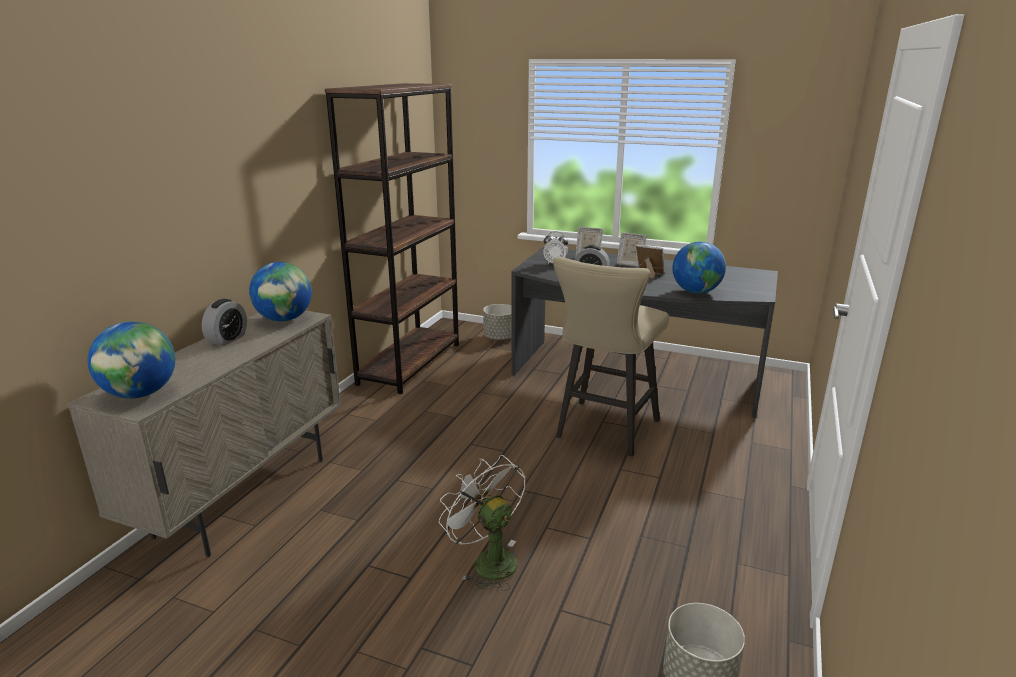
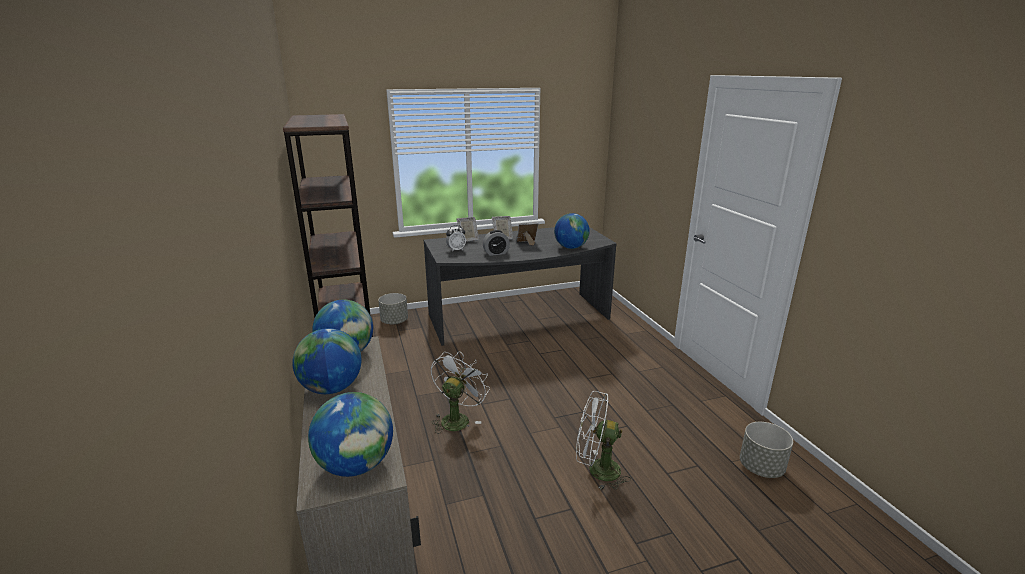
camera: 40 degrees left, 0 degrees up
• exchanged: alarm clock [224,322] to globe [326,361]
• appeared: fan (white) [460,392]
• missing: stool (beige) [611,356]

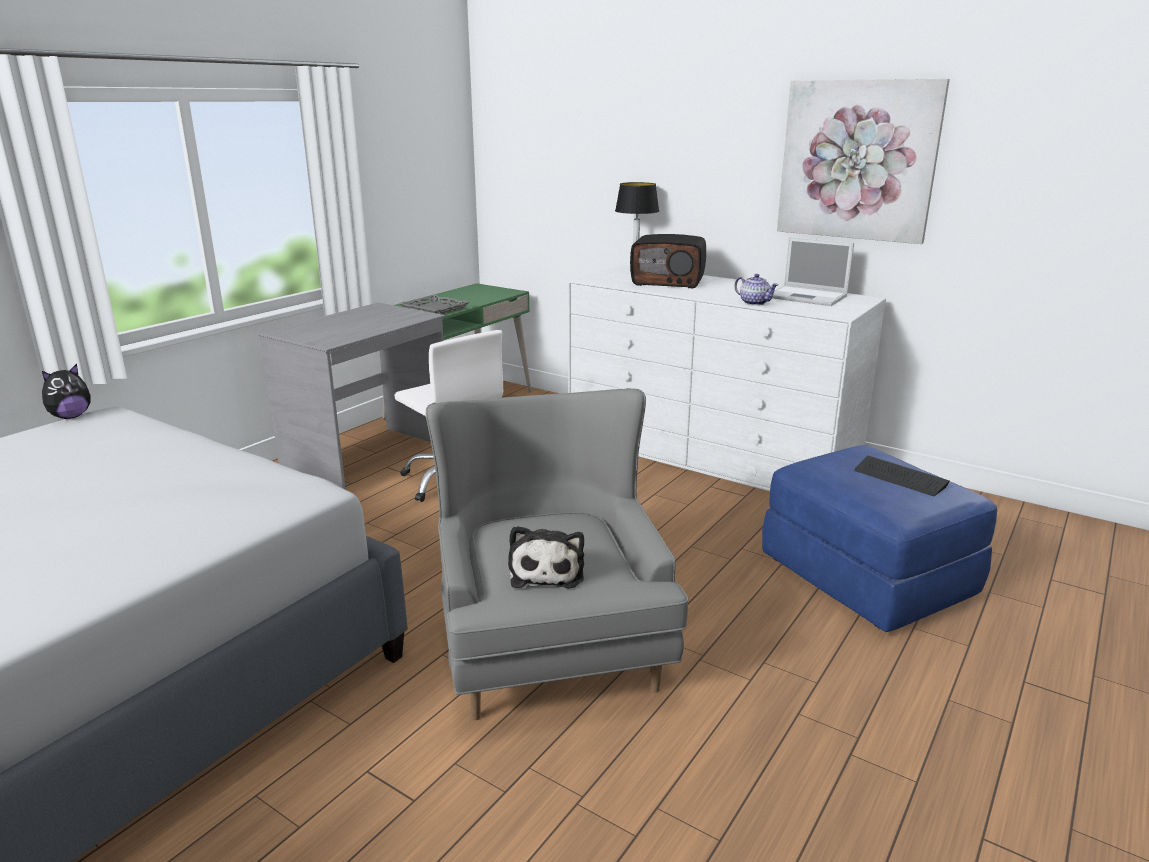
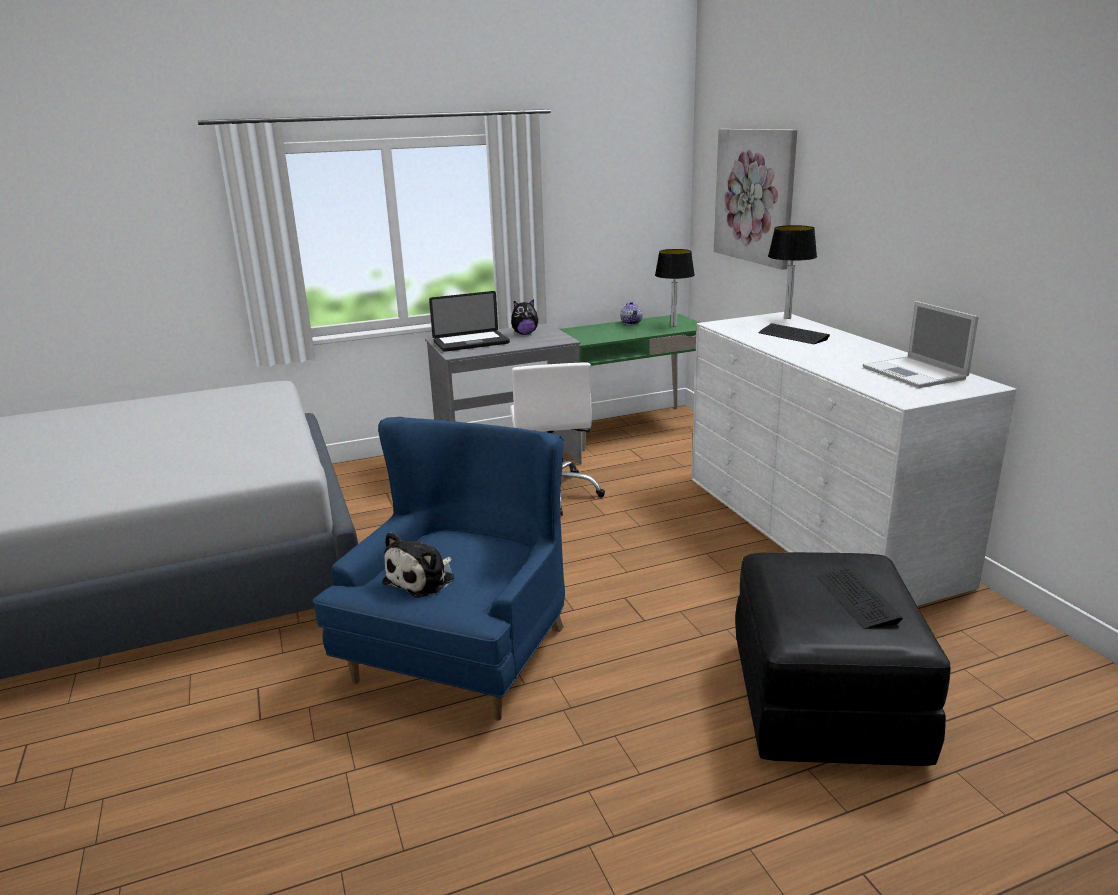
camera: 35 degrees right, 0 degrees up
• colour: armchair (grey) [557,554] to armchair (blue) [439,569]
• appeared: laptop [469,321]
• relocated: plush toy [66,391] to [524,317]
• relocated: teapot [756,290] to [631,313]
• appeared: table lamp [675,288]
• relocated: picture [863,161] to [755,199]
• colour: ottoman (blue) [879,538] to ottoman (black) [842,659]
• exchanged: radio [668,261] to keyboard [794,333]
• missing: tray (grey) [434,304]

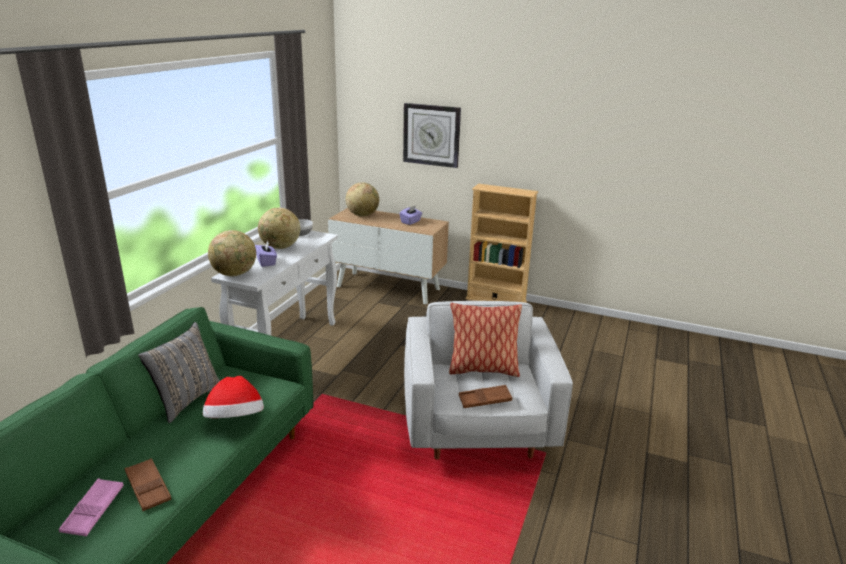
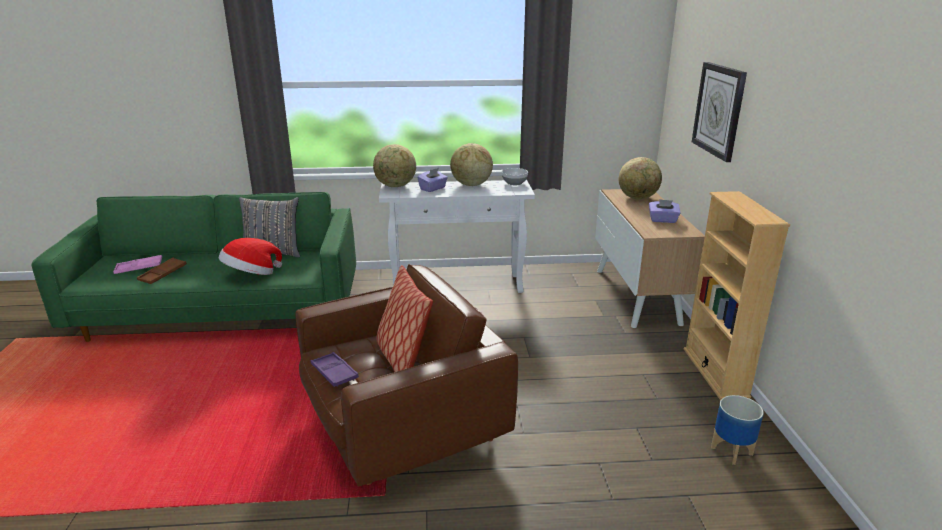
camera: 65 degrees right, 0 degrees up
• colour: armchair (white) [488,380] to armchair (brown) [406,375]
• colour: tray (brown) [485,396] to tray (purple) [335,369]
• appeared: planter [737,430]

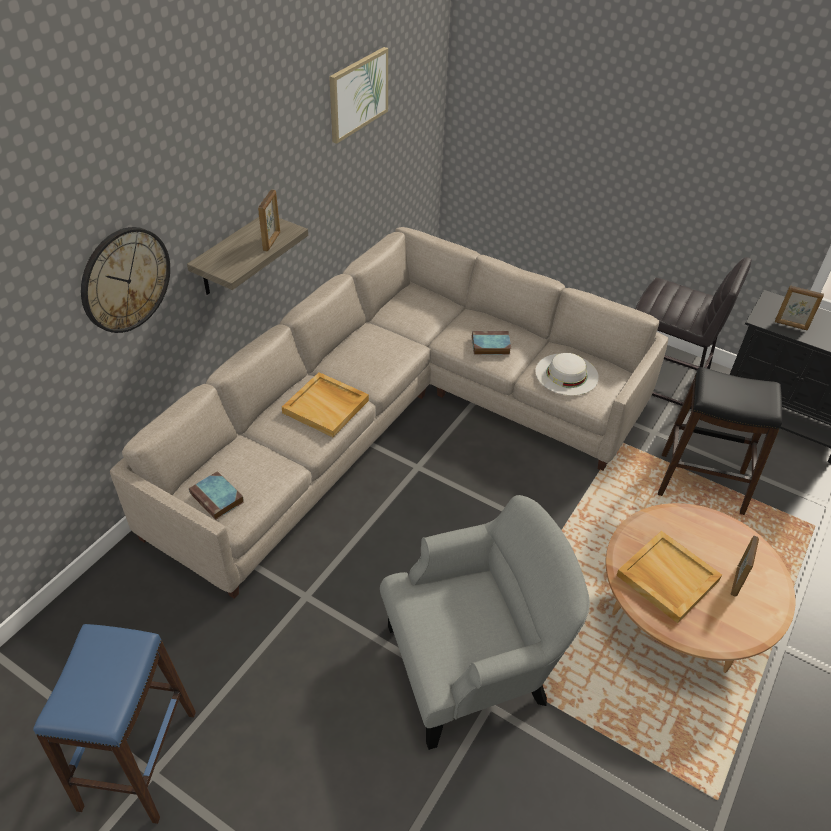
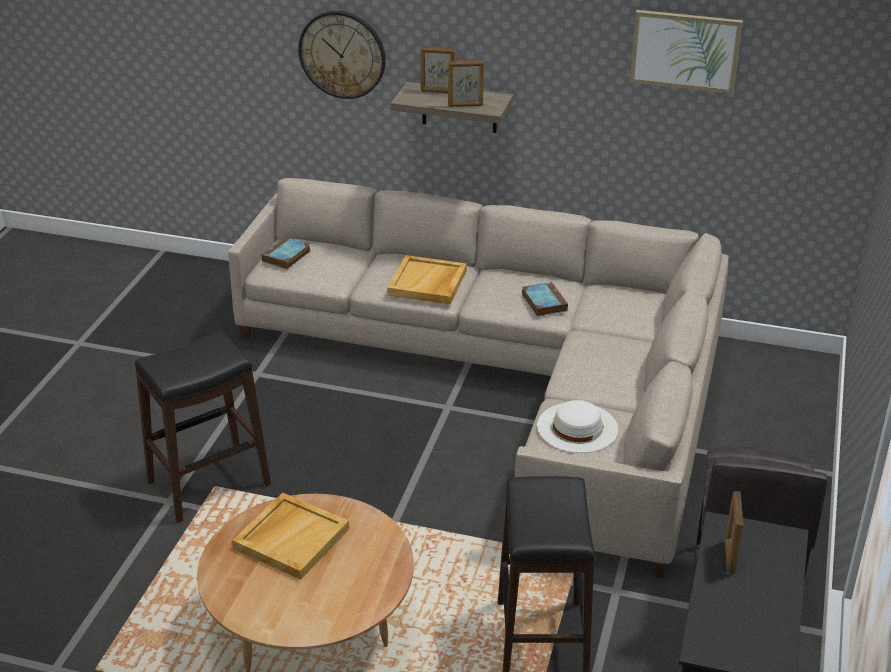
camera: 75 degrees right, 10 degrees down
• exchanged: armchair (grey) [485,622] to stool (black) [203,427]
• relocated: picture frame [745,566] to [437,69]
• relocated: book [491,343] to [545,299]
• missing: stool (blue) [114,724]

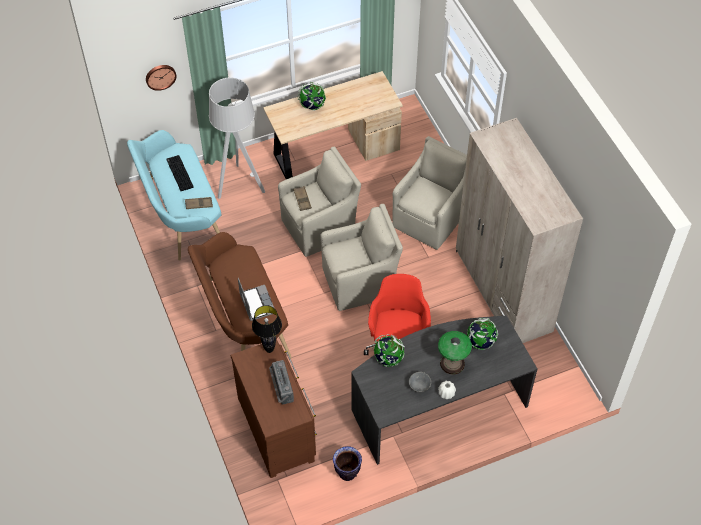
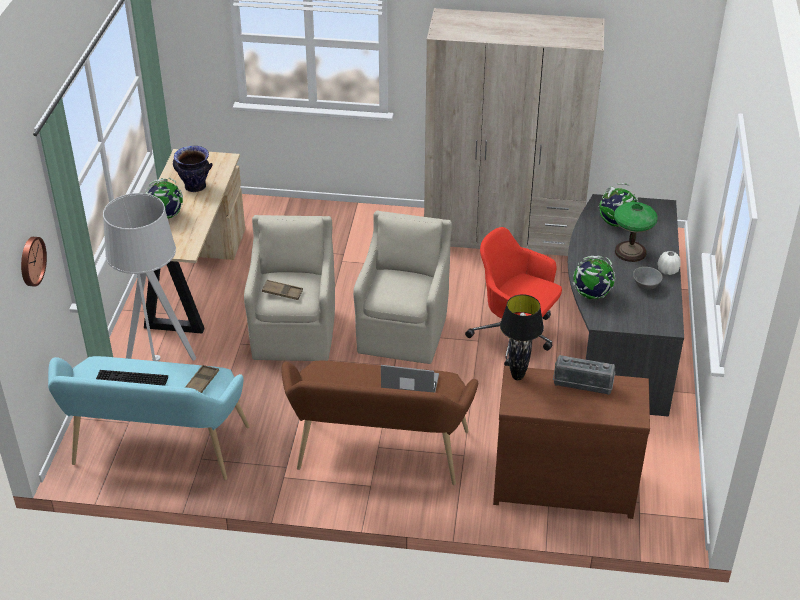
camera: 60 degrees left, 15 degrees down
• relocated: vase [347,463] to [192,169]
• missing: armchair (beige) [430,193]

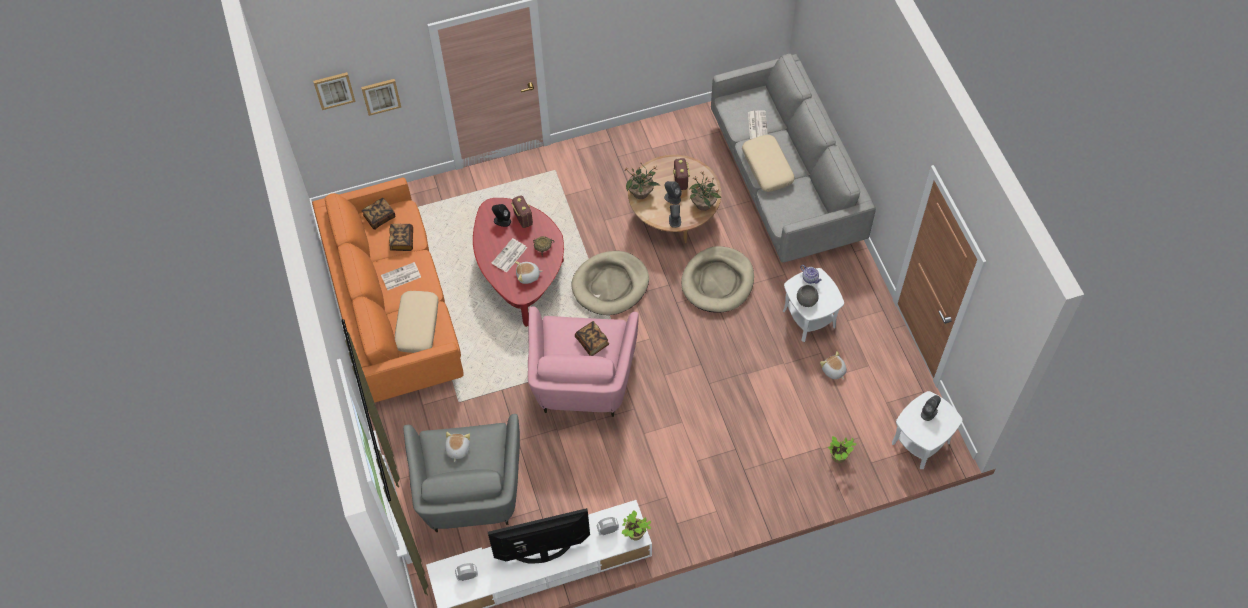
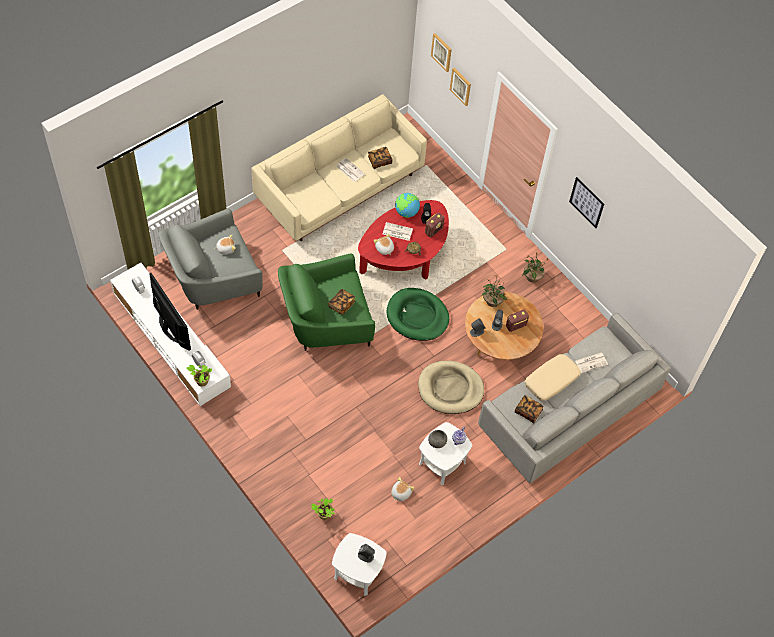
camera: 65 degrees right, 0 degrees up
• colour: sofa (orange) [388,290] to sofa (beige) [339,167]
• colour: armchair (pink) [583,362] to armchair (green) [326,302]
• colour: dog bed (beige) [610,283] to dog bed (green) [418,314]
• appeared: globe [407,205]
• relocated: book [378,214] to [529,409]
• relocated: potted plant [705,191] to [535,268]
• appeared: picture [586,202]
• missing: pillow (beige) [417,322]

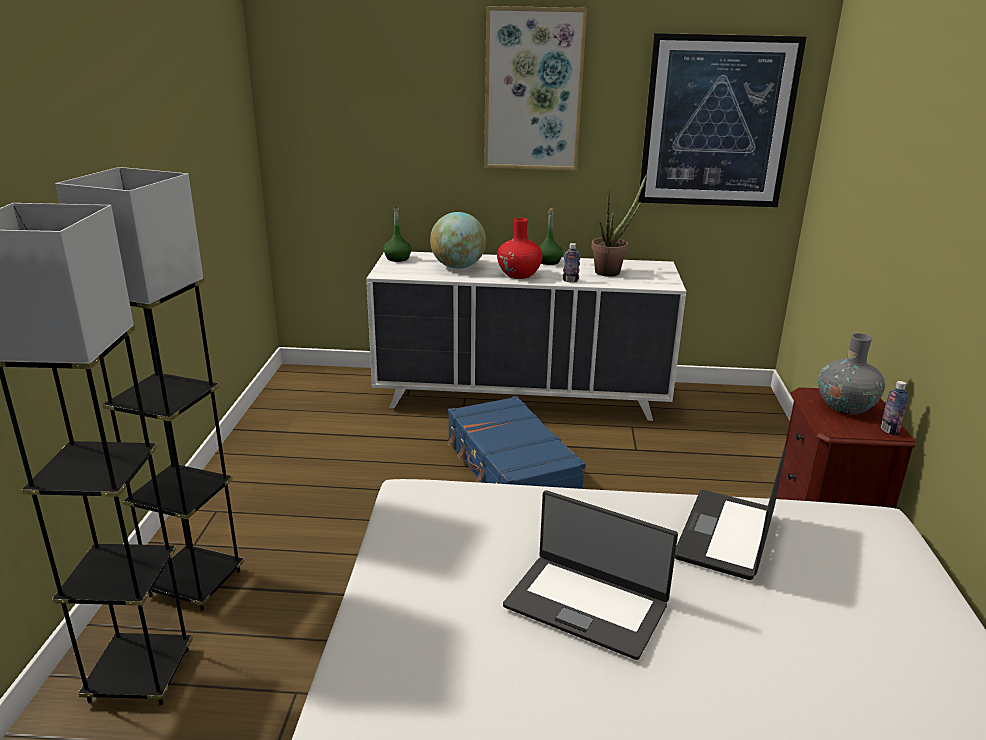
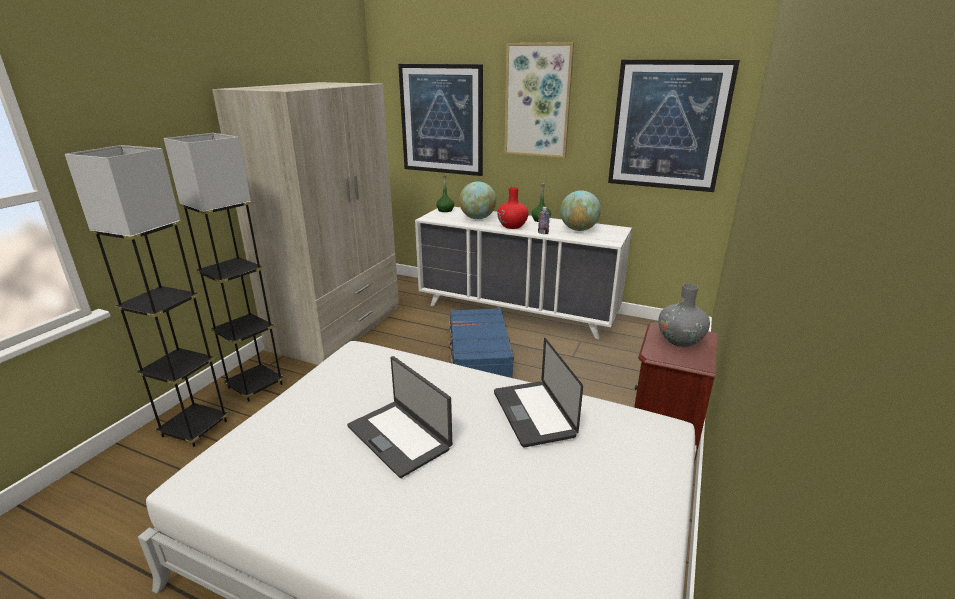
camera: 20 degrees right, 0 degrees up
• appeared: wardrobe (beige) [305,223]
• appeared: picture [440,120]
• spun: laptop [730,513] = [538,392] 60 degrees counterclockwise
• exchanged: potted plant [619,225] to globe [580,210]
• missing: bottle [894,408]

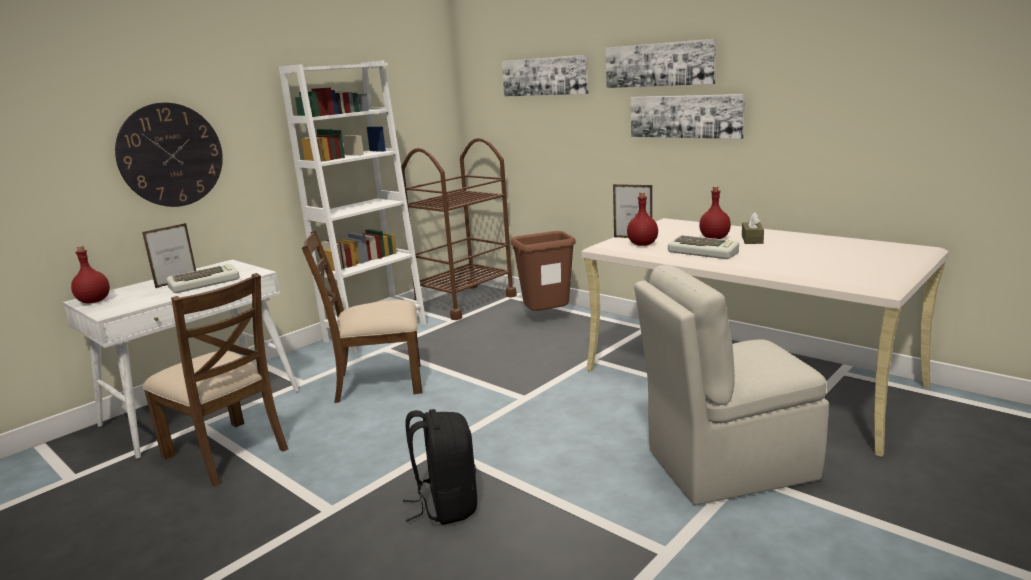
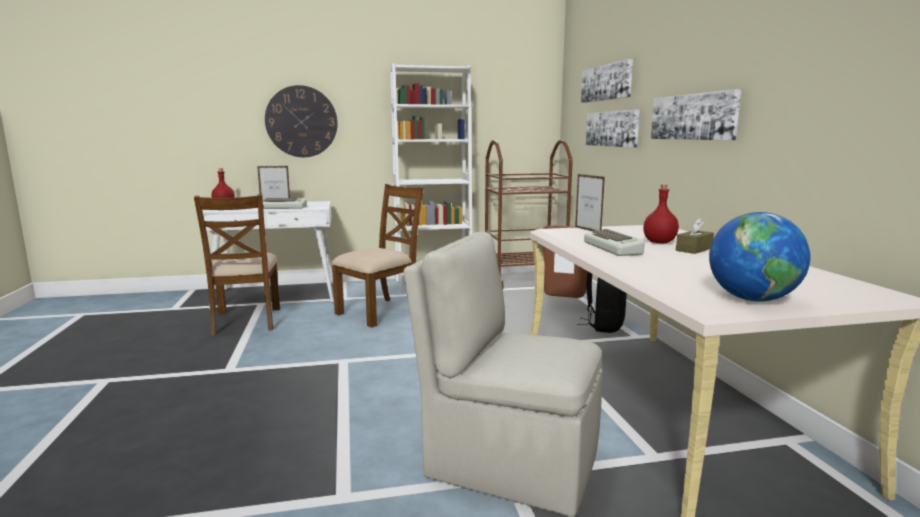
camera: 35 degrees right, 5 degrees down
• spun: chair (brown) [362,316] = [377,256] 105 degrees clockwise
• relocated: backpack (black) [440,467] to [602,302]
• relocated: picture [661,63] to [613,129]
• appeared: globe [760,257]
• missing: bottle (red) [642,219]

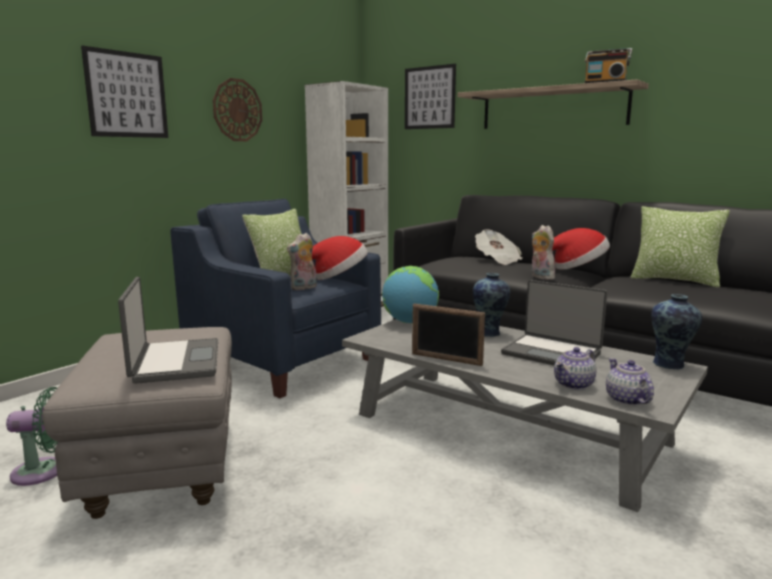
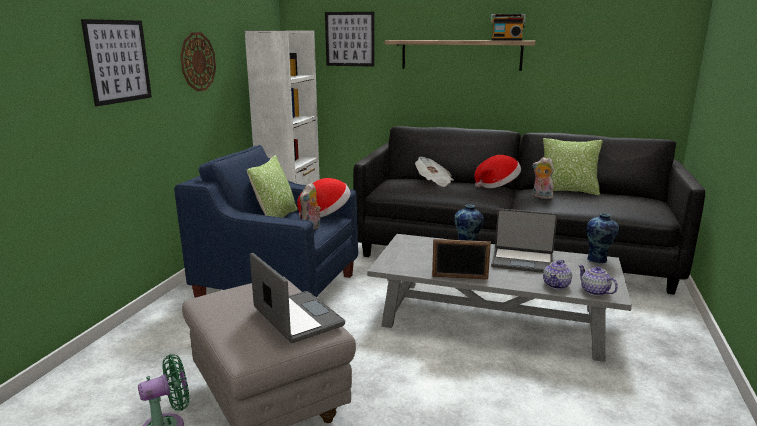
camera: 20 degrees left, 5 degrees up
• relocated: plush toy [543,252] to [543,178]
• missing: globe [410,294]

